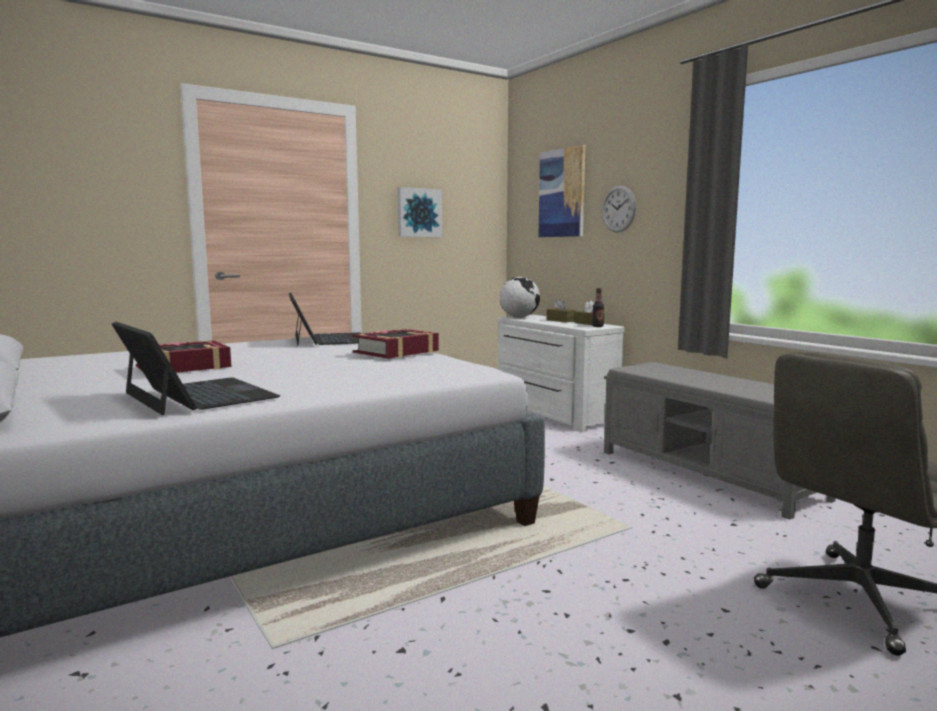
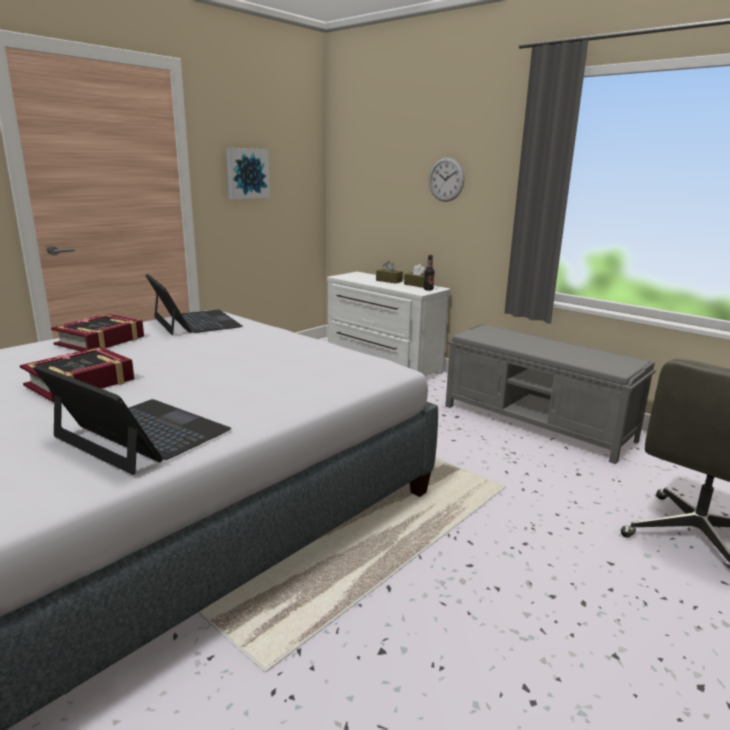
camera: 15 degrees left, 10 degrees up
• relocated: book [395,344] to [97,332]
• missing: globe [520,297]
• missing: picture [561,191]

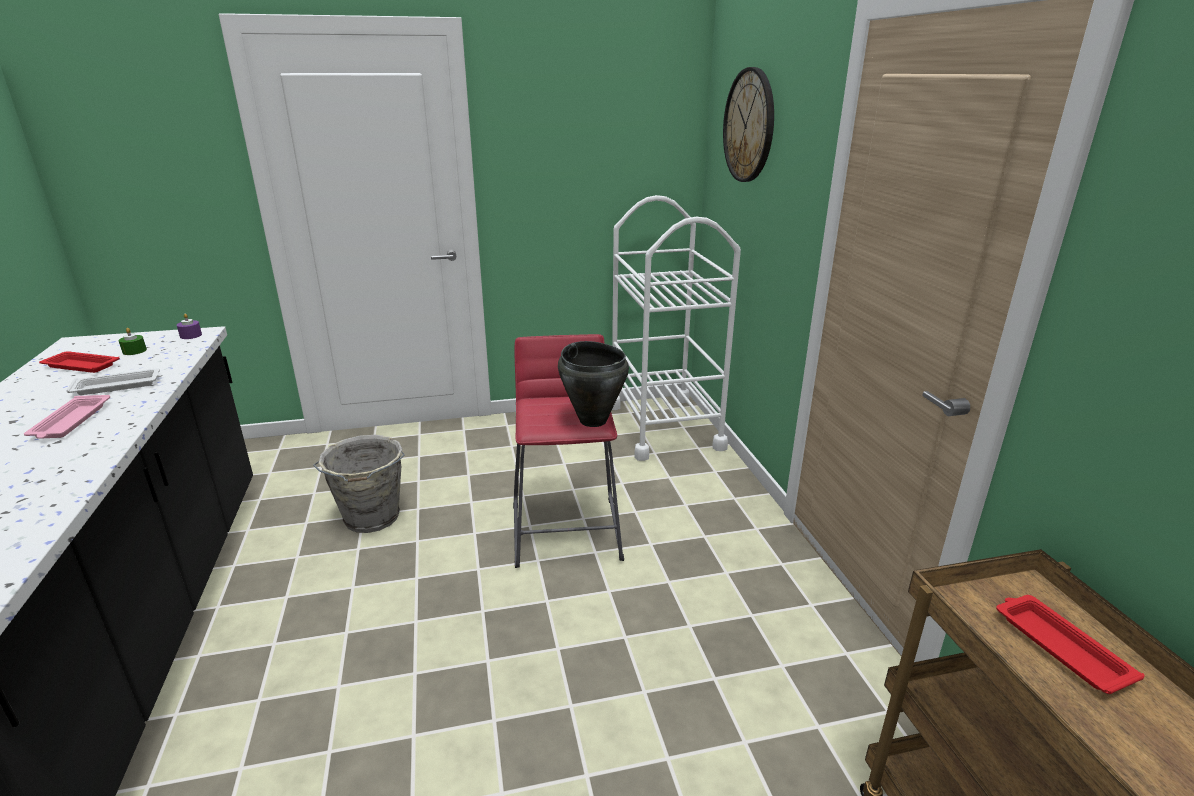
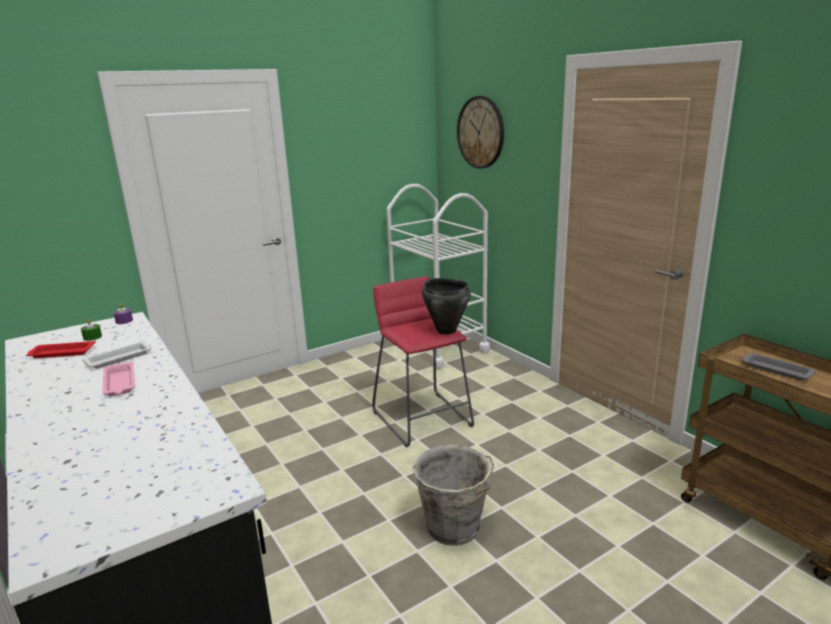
camera: 20 degrees left, 5 degrees down
• relocated: bucket (grey) [359,484] to [453,495]
• colour: tray (red) [1070,644] to tray (grey) [779,367]

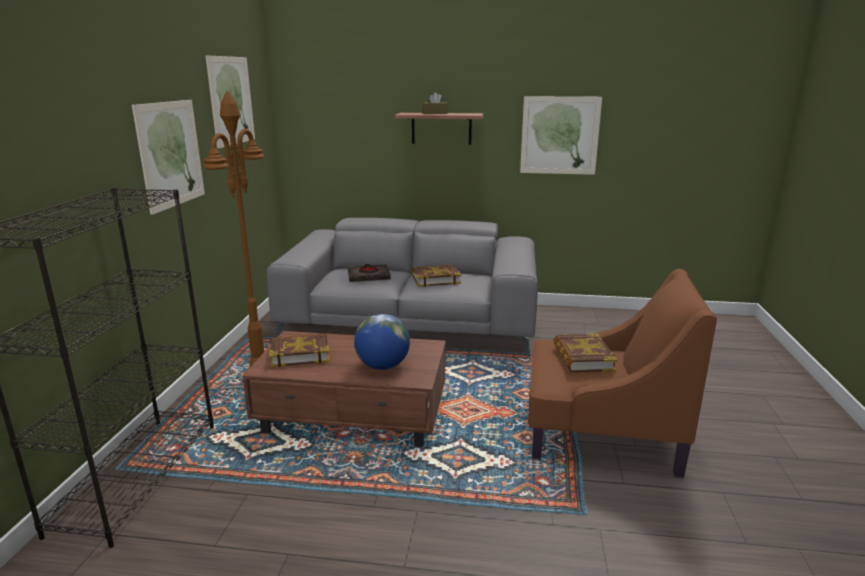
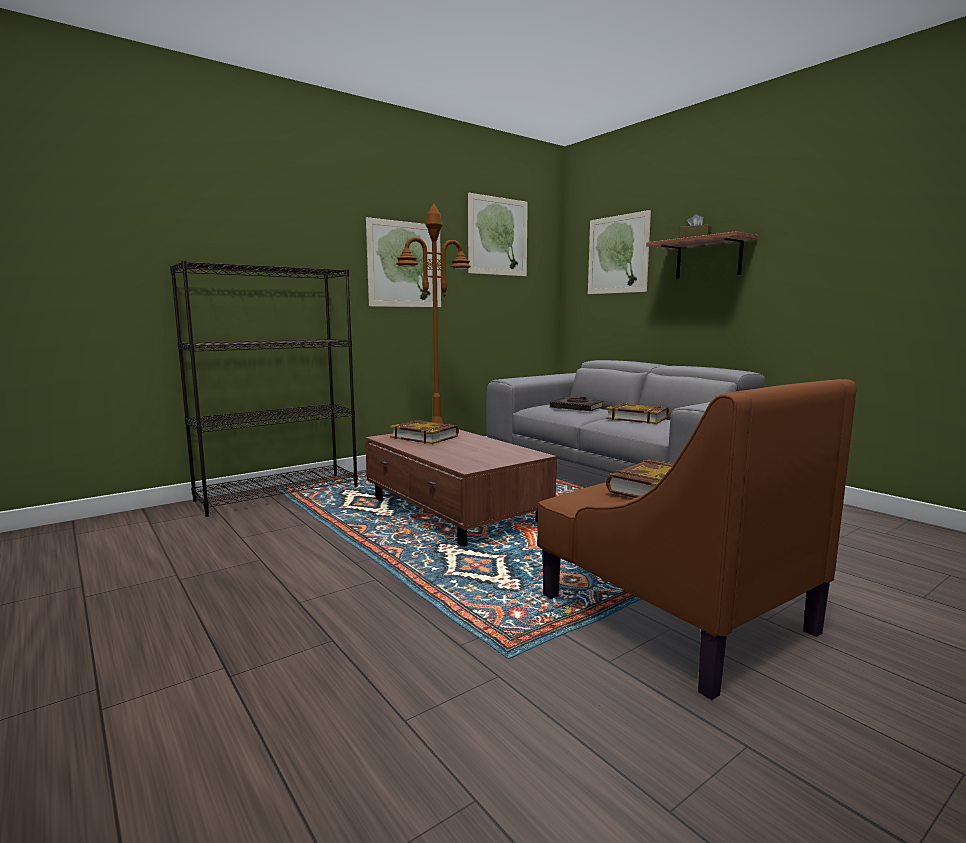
camera: 45 degrees right, 10 degrees down
• relocated: picture [561,135] to [619,252]
• missing: globe [382,342]

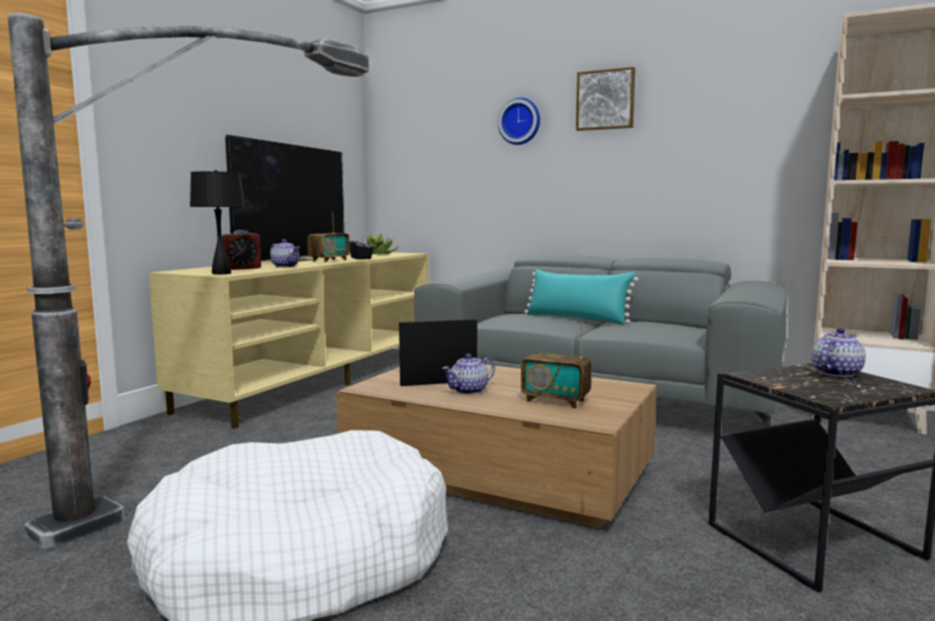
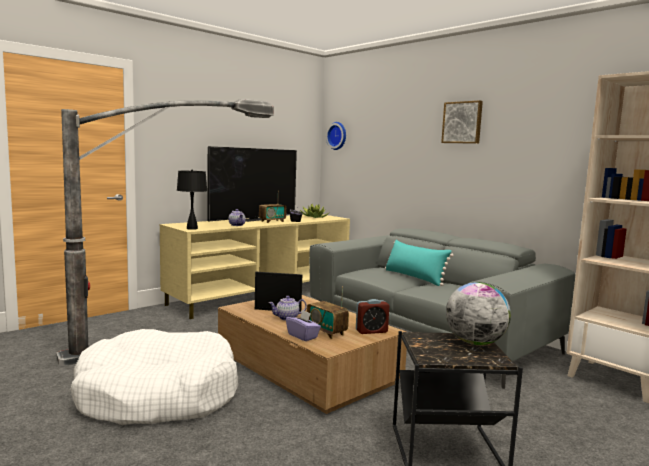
camera: 20 degrees right, 0 degrees up
• appeared: tissue box (purple) [303,325]
• relocated: wall clock [519,121] to [336,136]
• relocated: alarm clock [241,250] to [372,316]
• exchanged: teapot [838,352] to globe [478,313]

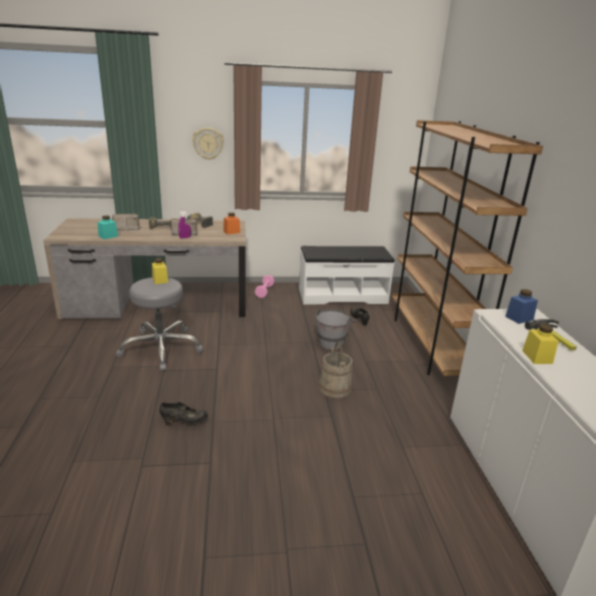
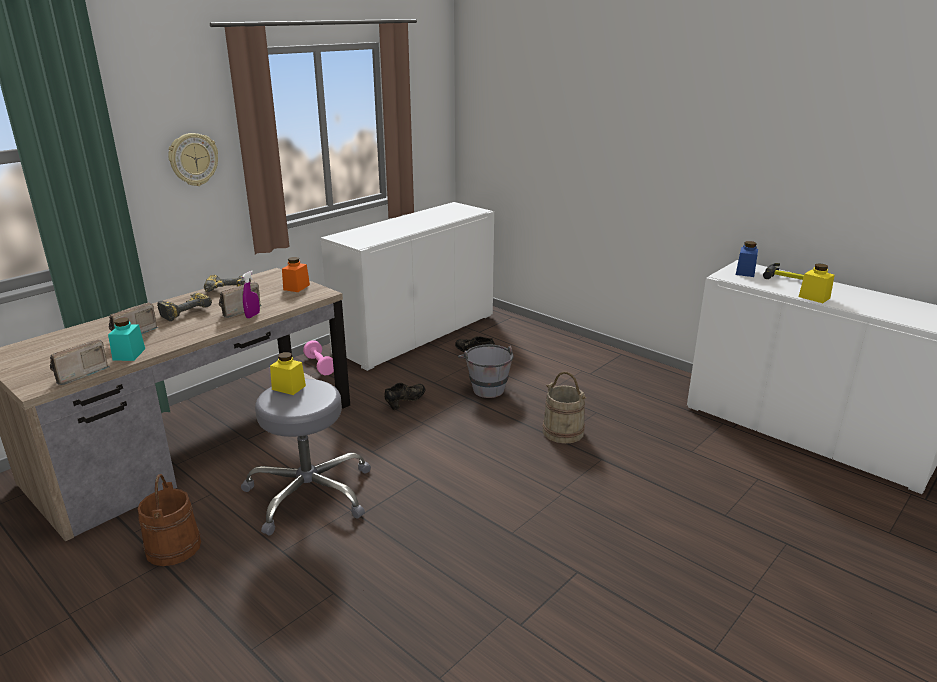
camera: 40 degrees left, 0 degrees up
• appeared: radio [79,362]
• appeared: bucket (brown) [169,520]
• exchanged: bench (white) [347,275] to cabinet (white) [407,286]
• relocated: shoe (black) [183,413] to [405,396]
• missing: bookcase (brown) [467,248]

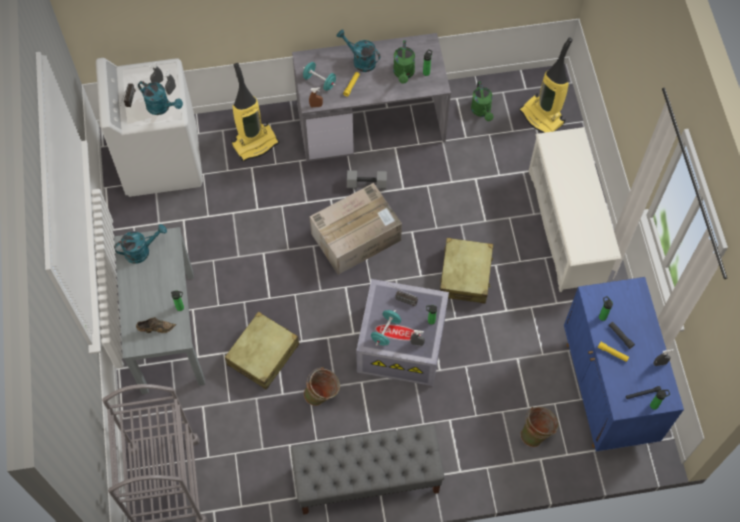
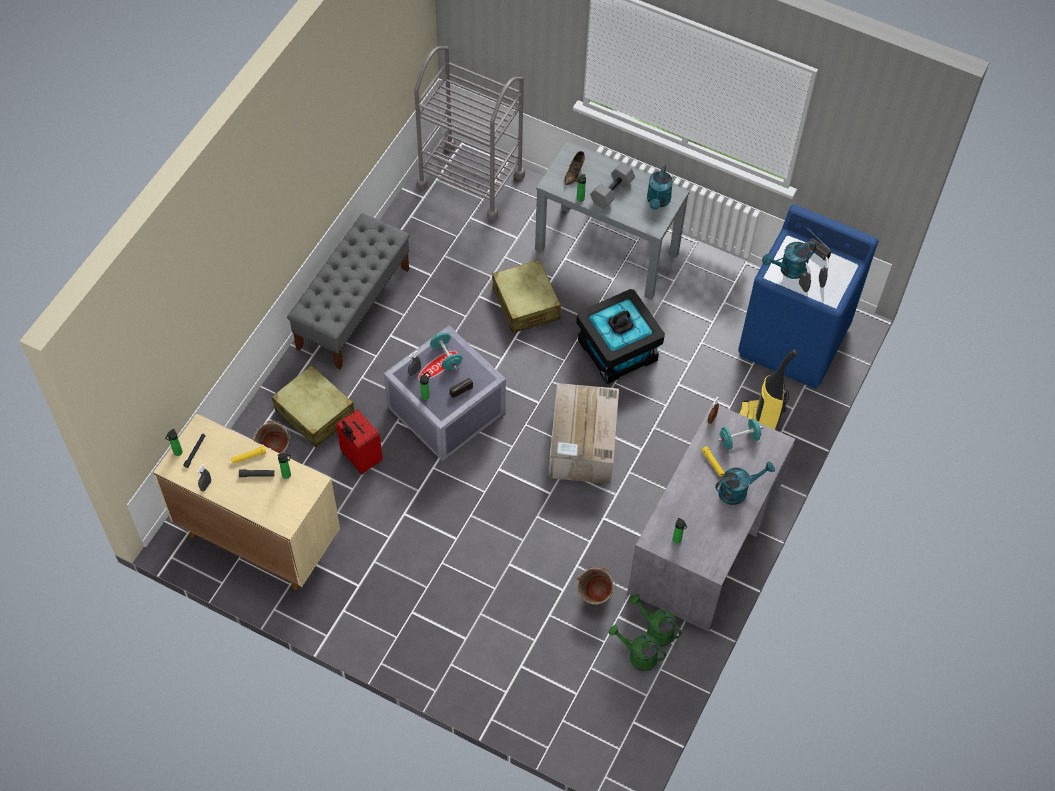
camera: 125 degrees right, 5 degrees down
• colour: cabinet (blue) [624,364] to cabinet (beige) [246,501]
• relocated: suitcase (beige) [466,271] to [313,406]
• appeared: suitcase (red) [359,441]
• appeared: storage box (black) [620,336]
• relocated: bucket (green) [322,386] to [596,585]
• relocated: dumbbell (grey) [367,179] to [612,186]
• relocated: watering can (green) [404,62] to [655,620]
• colour: washing machine (white) [149,127] to washing machine (blue) [808,296]
• missing: vacuum cleaner [546,85]
• missing: shoe rack (white) [575,209]

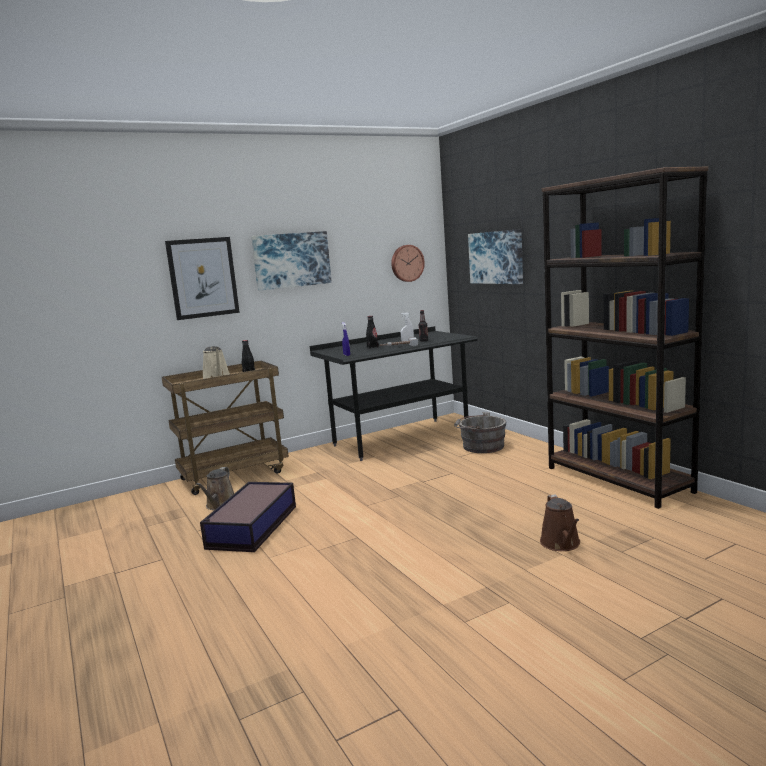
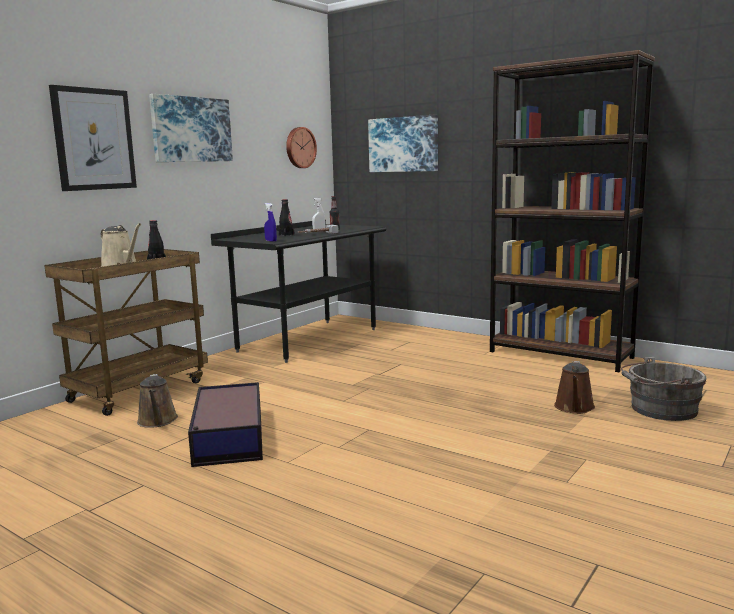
camera: 25 degrees left, 0 degrees up
• spun: watering can (brown) [560,522] = [574,387] 45 degrees clockwise
• relocated: bucket (grey) [480,432] to [664,389]

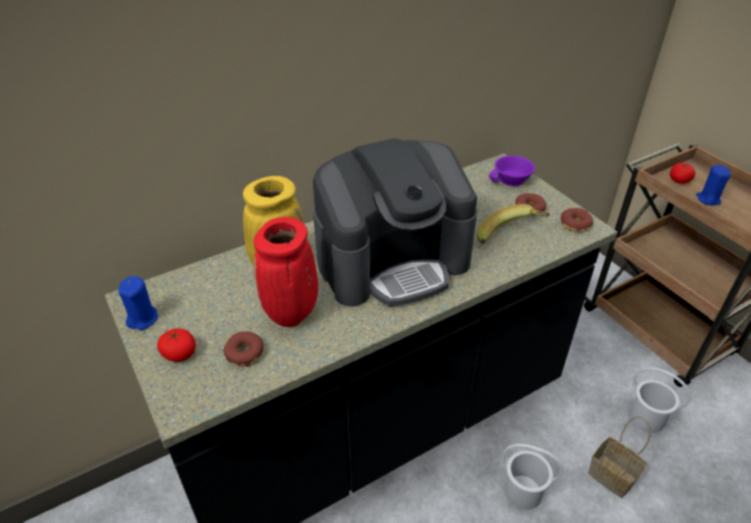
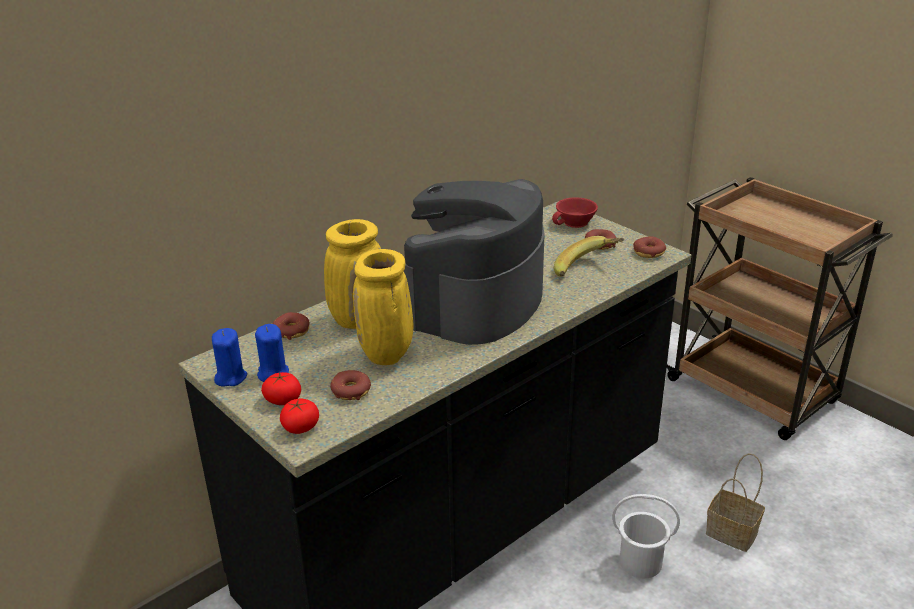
camera: 10 degrees left, 10 degrees down
• relocated: candle (blue) [713,185] to [272,353]
• appeared: donut [291,326]
• relocated: tomato [682,173] to [299,416]
• colour: vase (red) [286,272] to vase (yellow) [383,307]
• spun: coffee machine [395,222] = [474,262] 150 degrees clockwise
• colour: cup (purple) [512,171] to cup (red) [575,212]
• missing: bucket (white) [660,400]

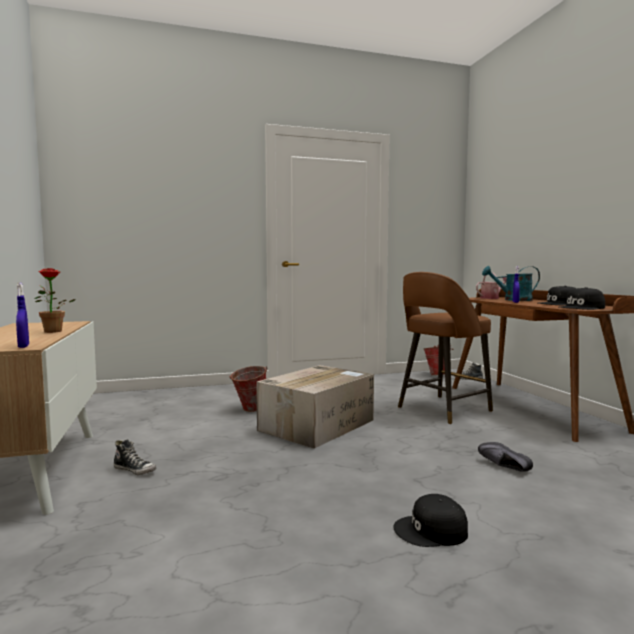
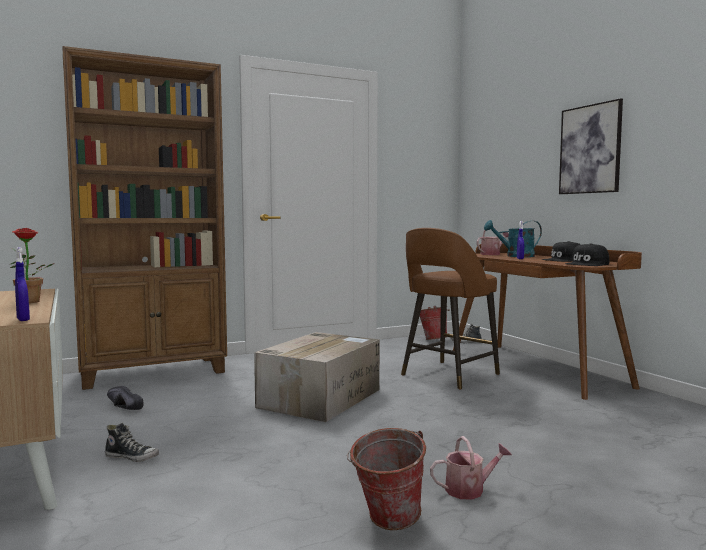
camera: 10 degrees left, 0 degrees up
• appeared: bookcase (brown) [144,218]
• relocated: shoe (black) [505,457] to [125,398]
• relocated: bucket [248,389] to [386,479]
• exchanged: cap (black) [430,520] to watering can [471,468]
• appeared: picture [591,146]

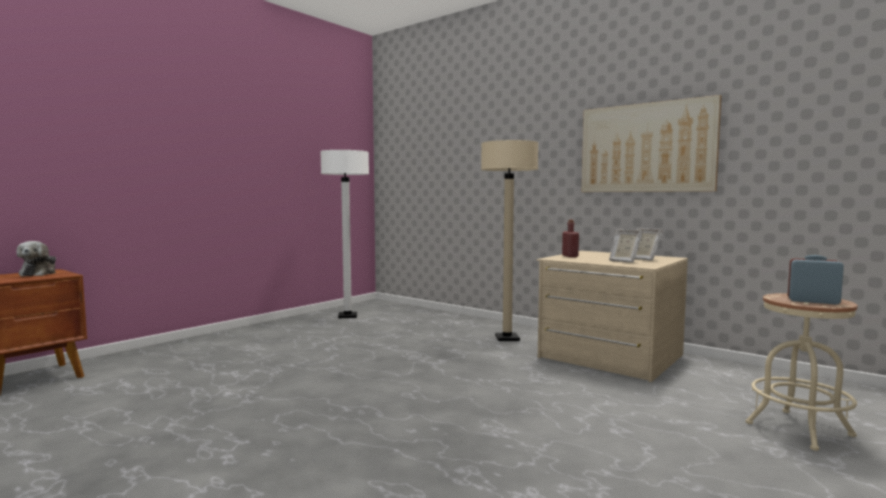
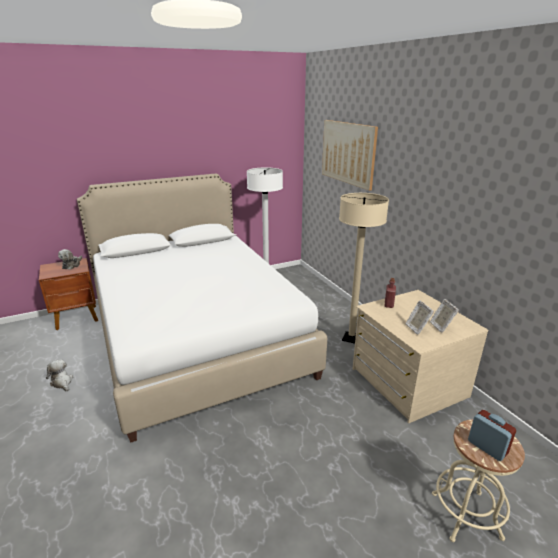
camera: 25 degrees right, 20 degrees up
• appeared: plush toy [59,375]
• appeared: bed (white) [202,308]
• relocated: picture [651,143] to [350,155]

